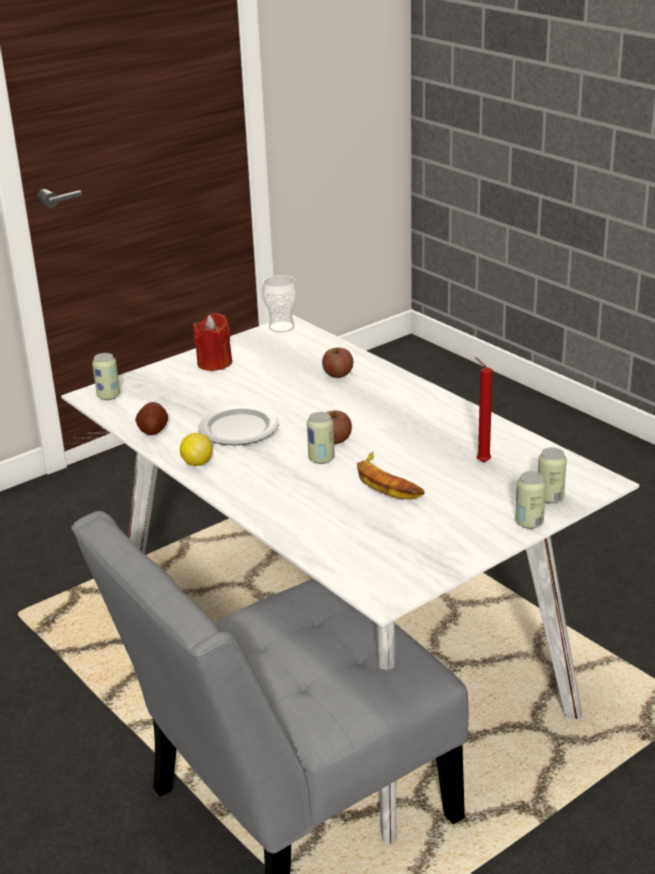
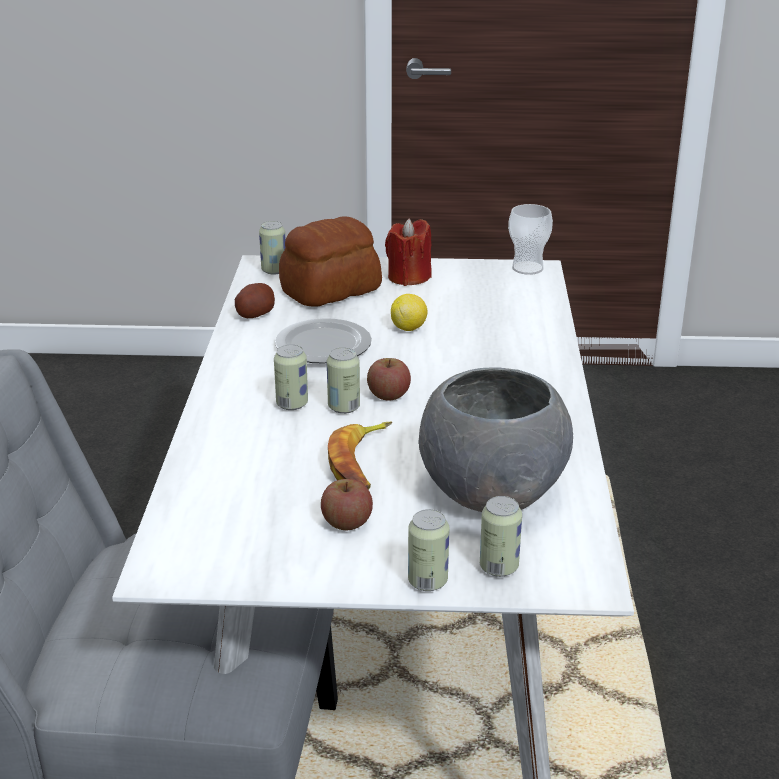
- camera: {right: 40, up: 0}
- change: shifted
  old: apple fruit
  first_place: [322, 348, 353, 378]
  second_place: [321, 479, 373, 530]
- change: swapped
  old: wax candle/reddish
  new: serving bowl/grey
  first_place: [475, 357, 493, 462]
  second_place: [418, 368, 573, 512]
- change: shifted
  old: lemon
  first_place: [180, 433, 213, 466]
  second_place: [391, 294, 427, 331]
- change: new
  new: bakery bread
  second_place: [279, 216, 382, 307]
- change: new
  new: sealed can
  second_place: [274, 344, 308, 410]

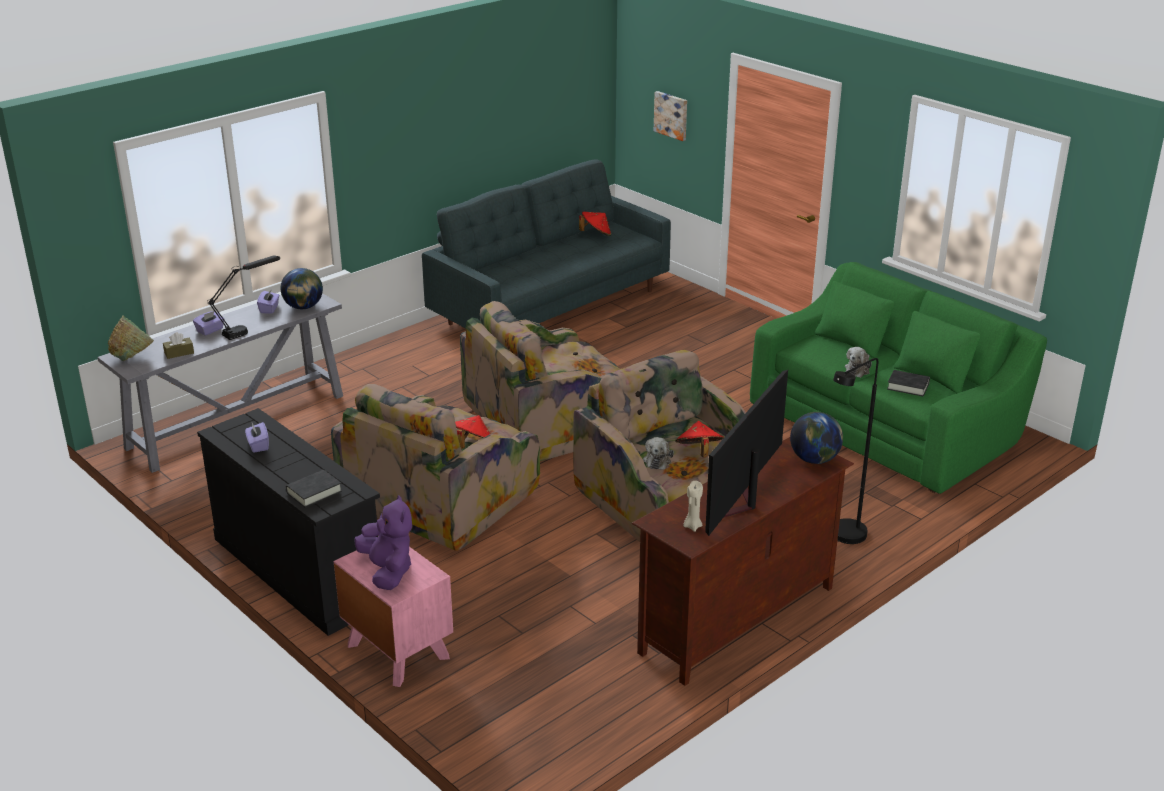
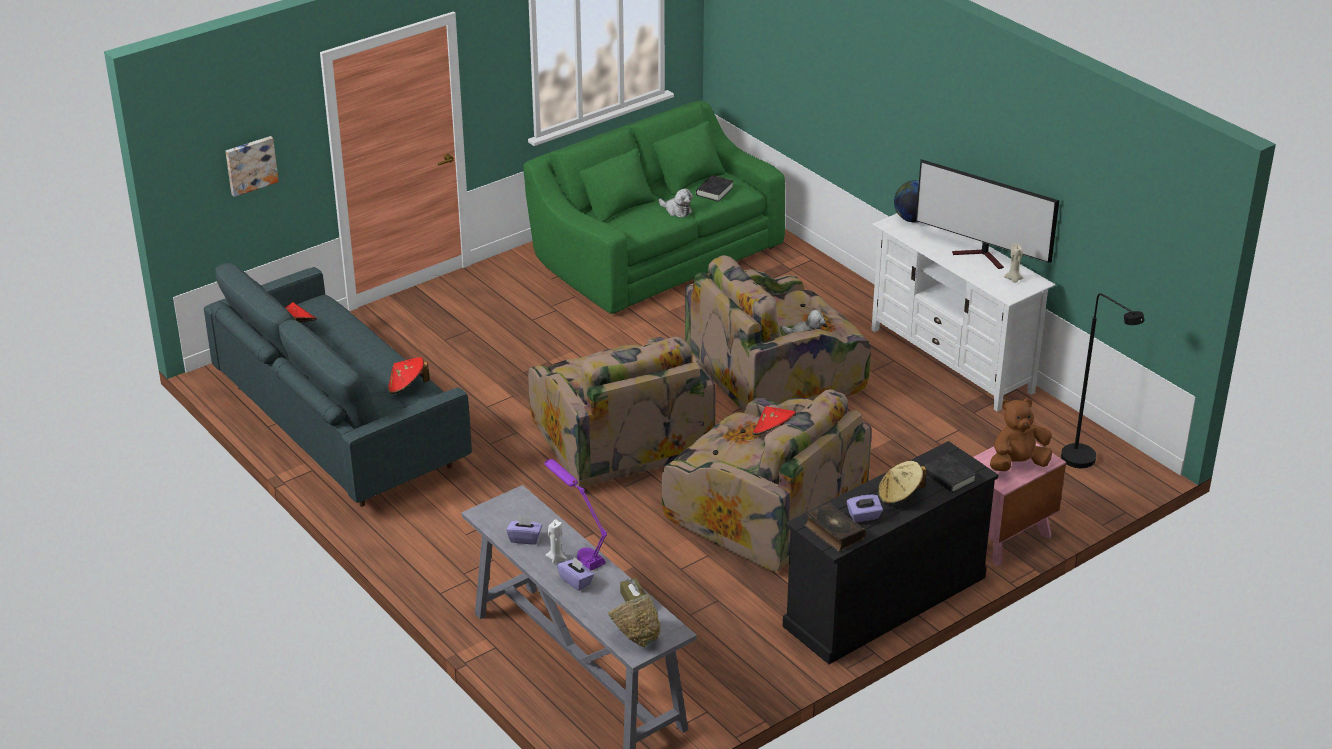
- camera: {right: -85, up: 5}
- change: repainted
  old: table lamp/black-coloured
  new: table lamp/purple
  first_place: [207, 256, 280, 340]
  second_place: [545, 459, 607, 570]
- change: gone
  old: world globe
  first_place: [281, 268, 323, 309]
- change: shifted
  old: standing lamp/black-coloured
  first_place: [833, 358, 878, 544]
  second_place: [1061, 293, 1144, 468]
- change: shifted
  old: clothing hat/reddish
  first_place: [675, 421, 724, 457]
  second_place: [388, 357, 430, 394]
- change: repainted
  old: media console/brown-coloured
  new: media console/white-coloured
  first_place: [632, 437, 854, 686]
  second_place: [871, 213, 1056, 412]
- change: repainted
  old: plush toy/purple
  new: plush toy/brown-coloured
  first_place: [355, 495, 412, 590]
  second_place: [990, 398, 1052, 471]
- change: new
  new: clothing hat/beige
  second_place: [878, 461, 927, 505]
- change: new
  new: book
  second_place: [805, 503, 866, 552]
- change: new
  new: wax candle/white-coloured
  second_place: [545, 519, 567, 563]

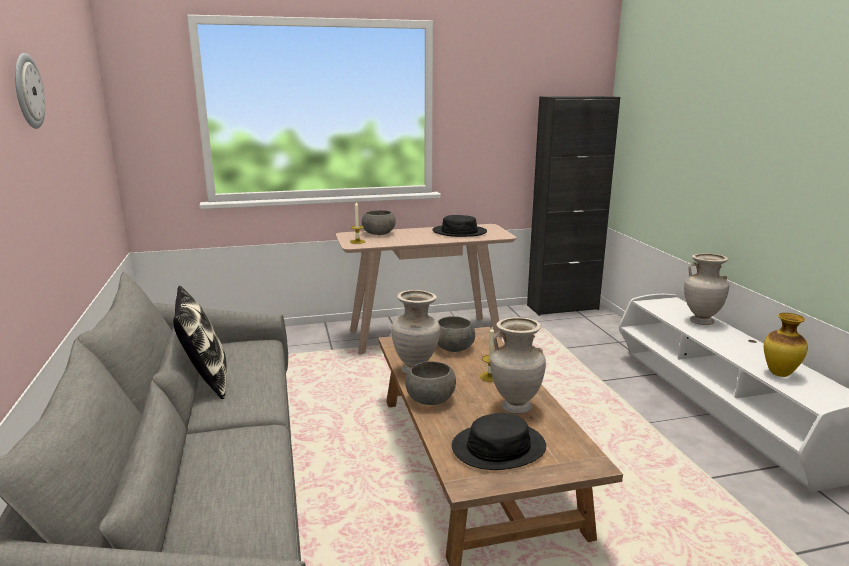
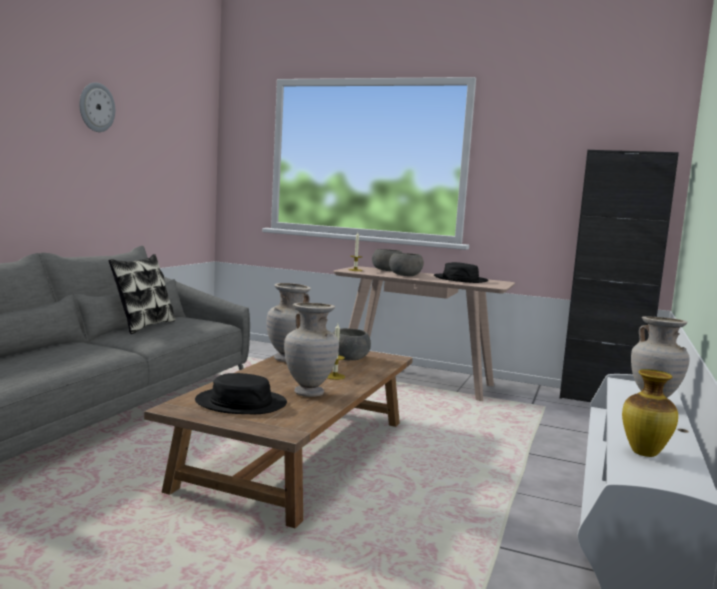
- camera: {right: 35, up: -10}
- change: shifted
  old: serving bowl/grey
  first_place: [406, 361, 456, 405]
  second_place: [389, 253, 424, 276]

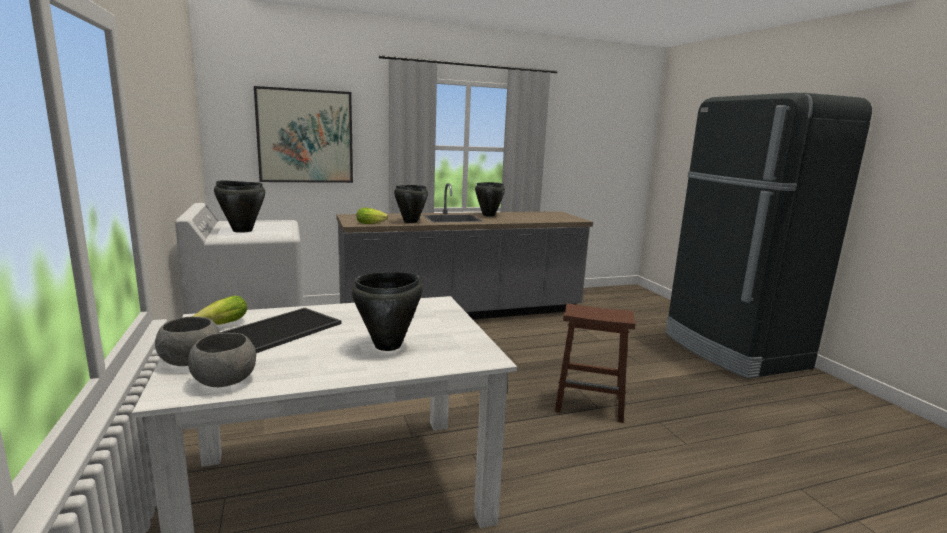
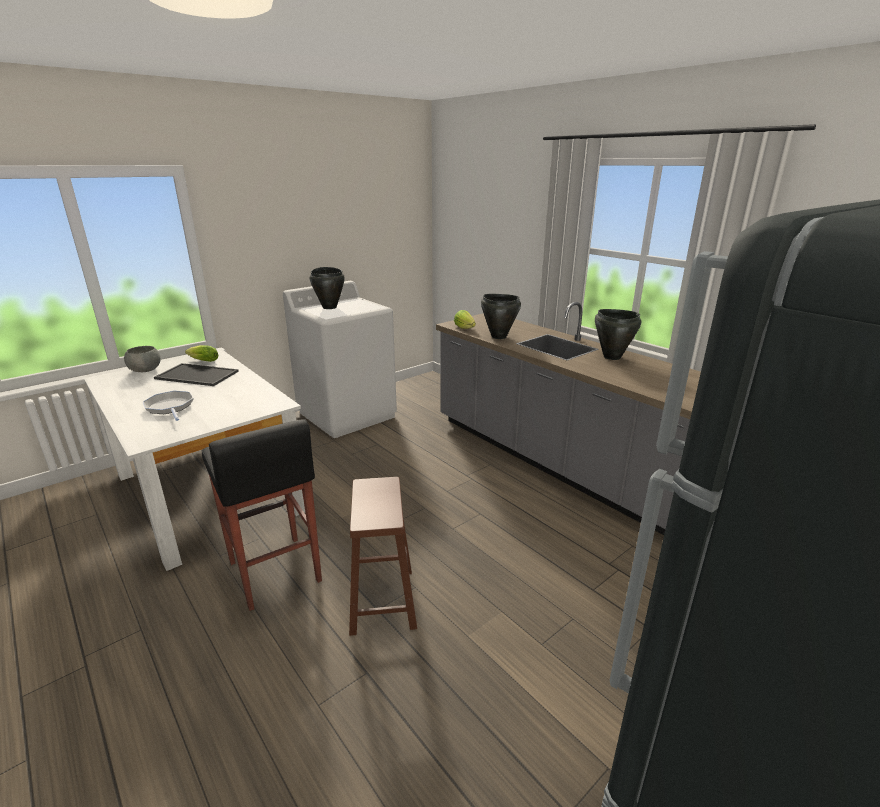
- camera: {right: 70, up: 10}
- change: gone
  old: wall art
  first_place: [254, 86, 353, 183]
- change: swapped
  old: stockpot/black-coloured
  new: pan
  first_place: [352, 272, 423, 351]
  second_place: [143, 391, 193, 421]
- change: gone
  old: serving bowl/grey
  first_place: [188, 333, 256, 387]
- change: new
  new: sitting stool/black-coloured
  second_place: [201, 420, 322, 611]

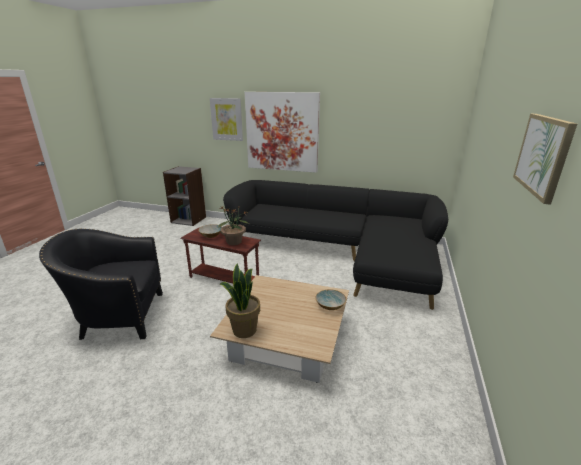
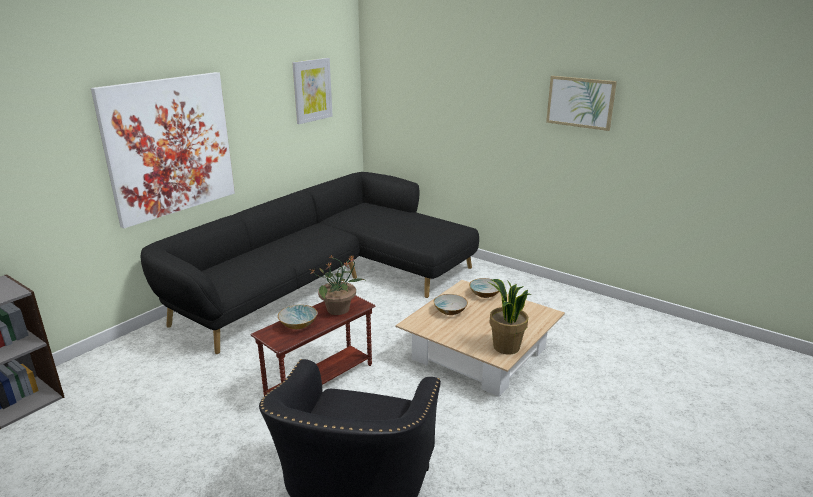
- camera: {right: -70, up: 0}
- change: shifted
  old: wall art
  first_place: [210, 98, 243, 141]
  second_place: [292, 58, 333, 124]
- change: new
  new: serving bowl
  second_place: [433, 294, 468, 315]

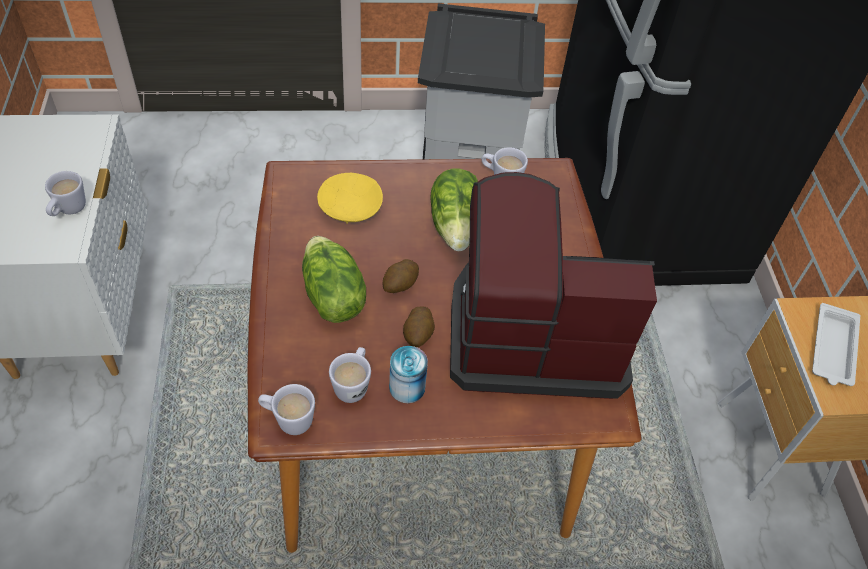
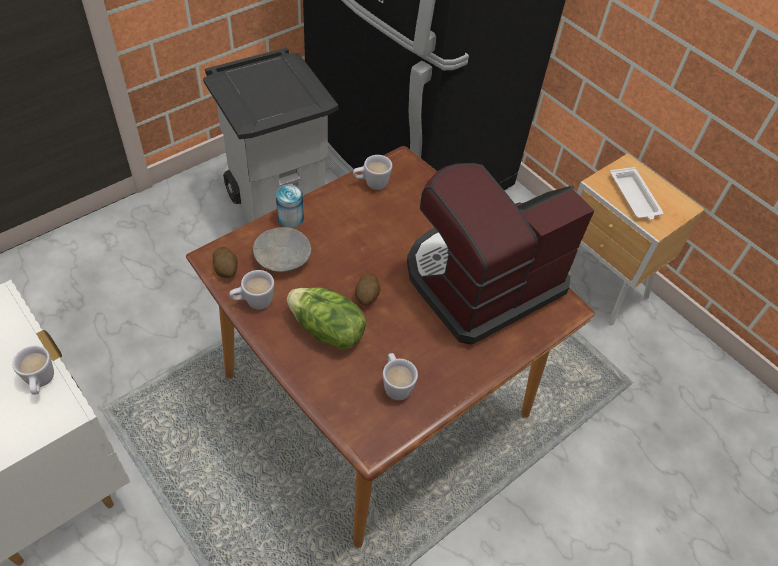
- camera: {right: -35, up: 0}
- change: gone
  old: lettuce
  first_place: [430, 168, 478, 251]
- change: repainted
  old: serving bowl/yellow
  new: serving bowl/grey
  first_place: [317, 173, 383, 224]
  second_place: [253, 227, 311, 272]
- change: shifted
  old: spud
  first_place: [403, 306, 435, 347]
  second_place: [213, 247, 238, 278]
- change: shifted
  old: sealed can
  first_place: [389, 346, 428, 403]
  second_place: [276, 184, 304, 228]
- change: shifted
  old: coffee mug/white-coloured
  first_place: [258, 384, 315, 435]
  second_place: [229, 270, 274, 309]

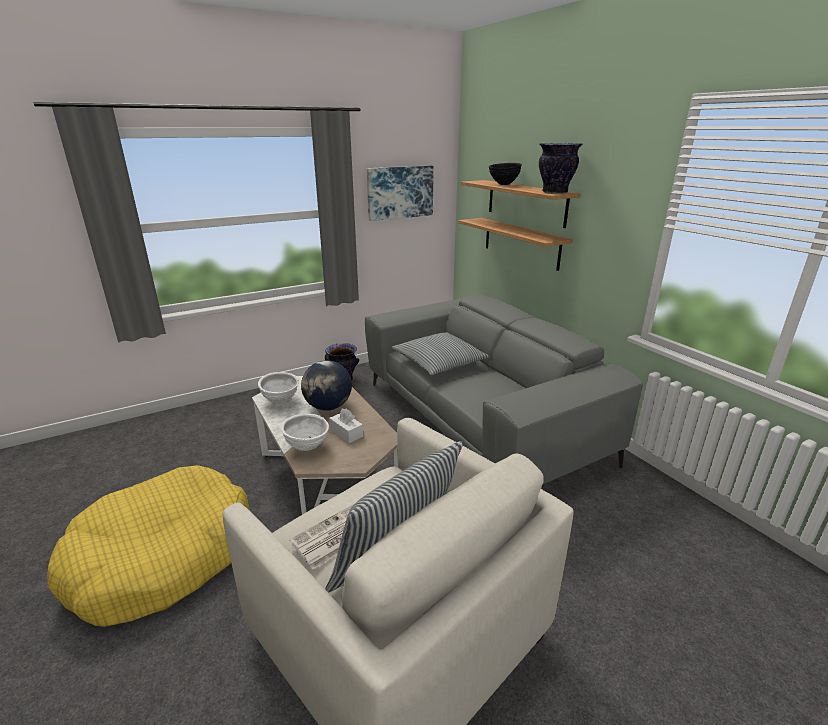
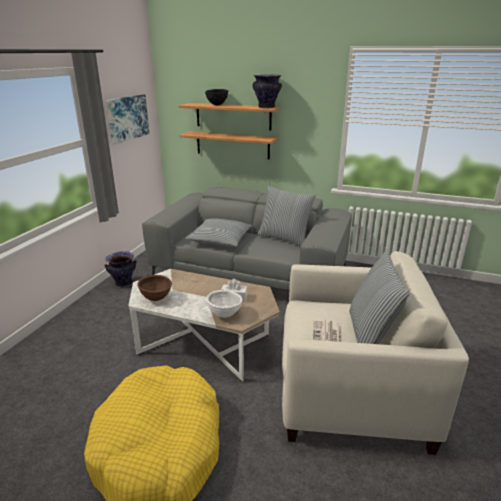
- camera: {right: -40, up: 0}
- change: gone
  old: world globe
  first_place: [301, 360, 352, 411]
- change: repainted
  old: serving bowl/white-coloured
  new: serving bowl/brown-coloured
  first_place: [258, 372, 299, 403]
  second_place: [137, 275, 172, 301]
- change: new
  new: pillow
  second_place: [257, 186, 316, 247]

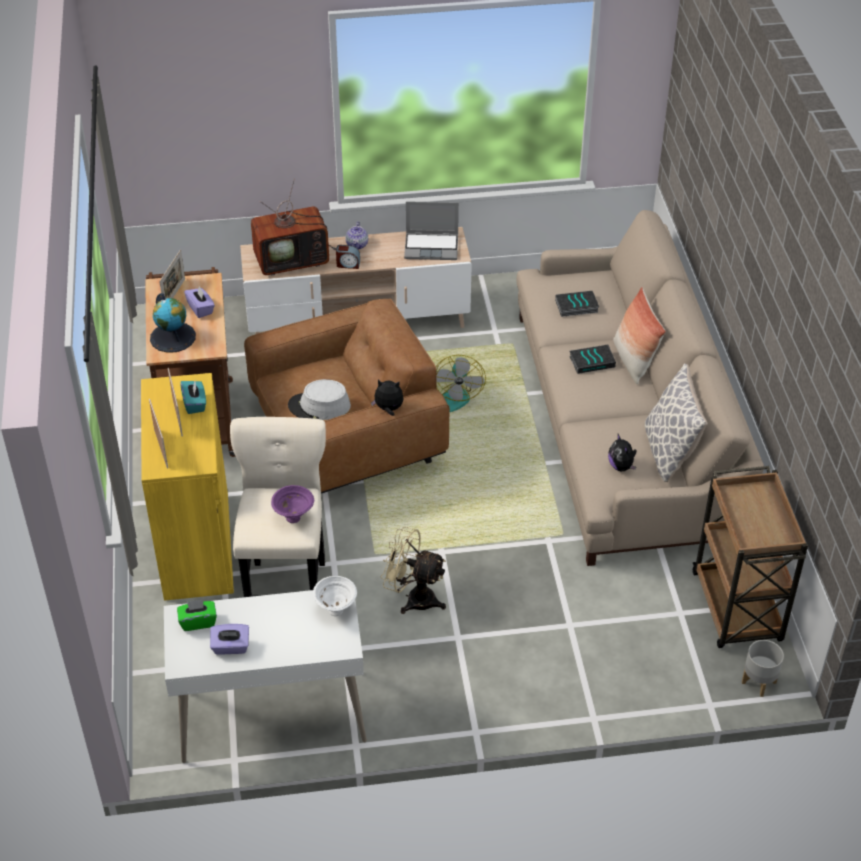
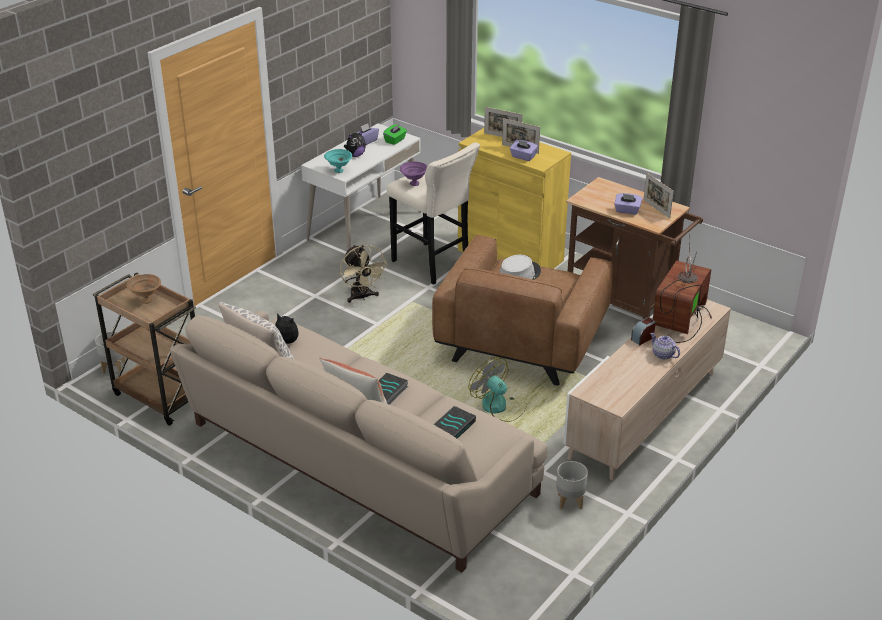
- camera: {right: 135, up: -10}
- change: gone
  old: laptop
  first_place: [404, 201, 459, 260]
- change: gone
  old: world globe
  first_place: [150, 293, 196, 353]
- change: shifted
  old: plush toy
  first_place: [371, 380, 404, 416]
  second_place: [344, 131, 366, 157]
- change: repainted
  old: tissue box/turquoise
  new: tissue box/purple
  first_place: [180, 381, 206, 414]
  second_place: [510, 139, 538, 161]
- change: rotated
  old: electric fan/beige
  first_place: [381, 527, 446, 614]
  second_place: [340, 245, 388, 303]
  degrees: 90
- change: repainted
  old: serving bowl/white-coloured
  new: serving bowl/turquoise
  first_place: [313, 576, 357, 616]
  second_place: [324, 149, 352, 173]
- change: new
  new: serving bowl/brown-coloured
  second_place: [126, 274, 161, 304]
- change: new
  new: flower pot/grey
  second_place: [556, 461, 588, 510]

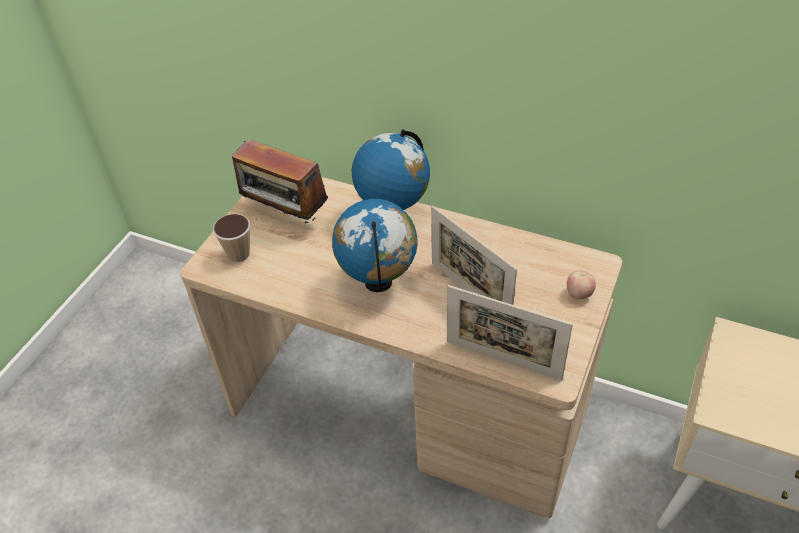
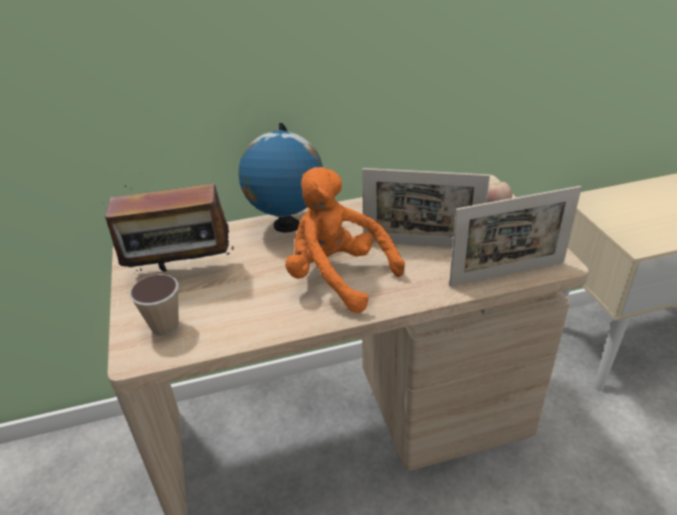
- camera: {right: -40, up: -10}
- change: swapped
  old: world globe
  new: plush toy/orange-coloured
  first_place: [332, 199, 418, 292]
  second_place: [285, 167, 405, 313]

